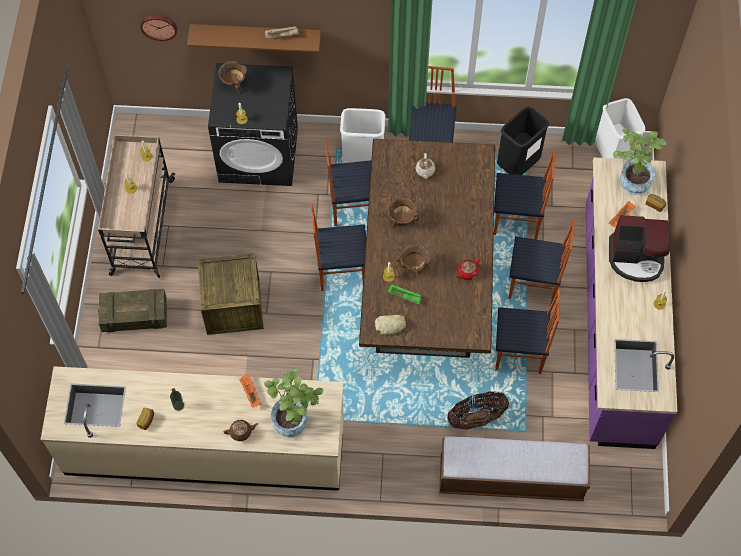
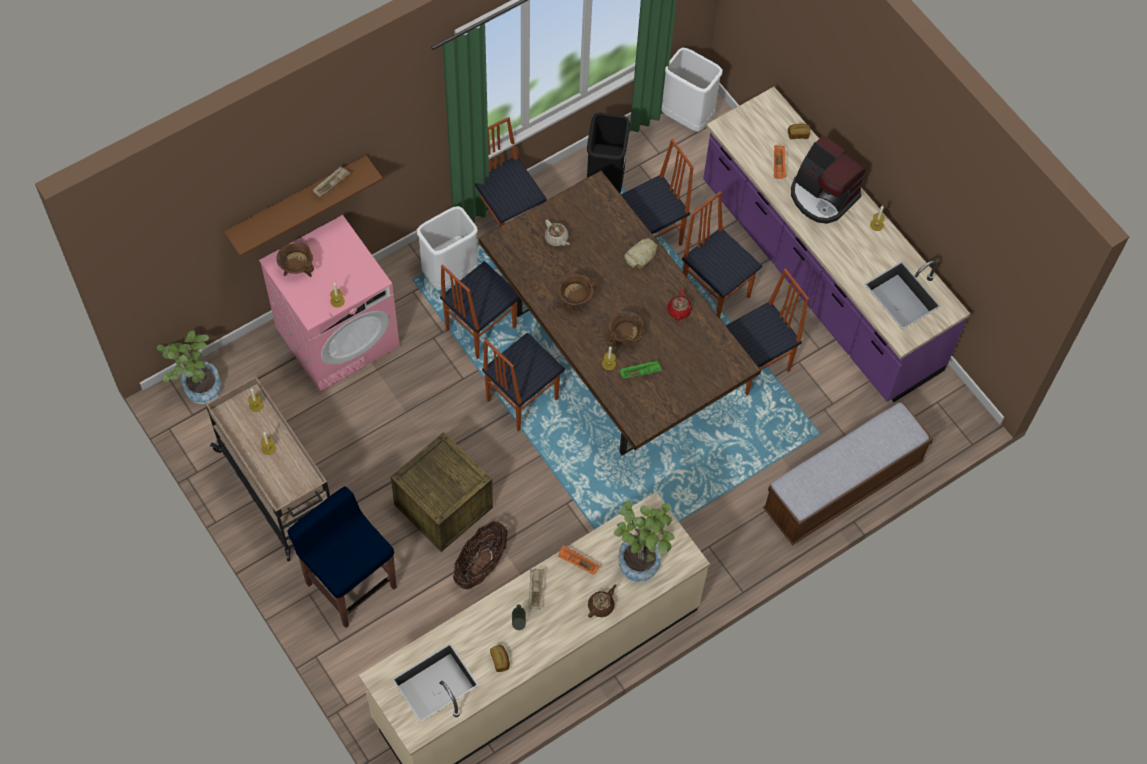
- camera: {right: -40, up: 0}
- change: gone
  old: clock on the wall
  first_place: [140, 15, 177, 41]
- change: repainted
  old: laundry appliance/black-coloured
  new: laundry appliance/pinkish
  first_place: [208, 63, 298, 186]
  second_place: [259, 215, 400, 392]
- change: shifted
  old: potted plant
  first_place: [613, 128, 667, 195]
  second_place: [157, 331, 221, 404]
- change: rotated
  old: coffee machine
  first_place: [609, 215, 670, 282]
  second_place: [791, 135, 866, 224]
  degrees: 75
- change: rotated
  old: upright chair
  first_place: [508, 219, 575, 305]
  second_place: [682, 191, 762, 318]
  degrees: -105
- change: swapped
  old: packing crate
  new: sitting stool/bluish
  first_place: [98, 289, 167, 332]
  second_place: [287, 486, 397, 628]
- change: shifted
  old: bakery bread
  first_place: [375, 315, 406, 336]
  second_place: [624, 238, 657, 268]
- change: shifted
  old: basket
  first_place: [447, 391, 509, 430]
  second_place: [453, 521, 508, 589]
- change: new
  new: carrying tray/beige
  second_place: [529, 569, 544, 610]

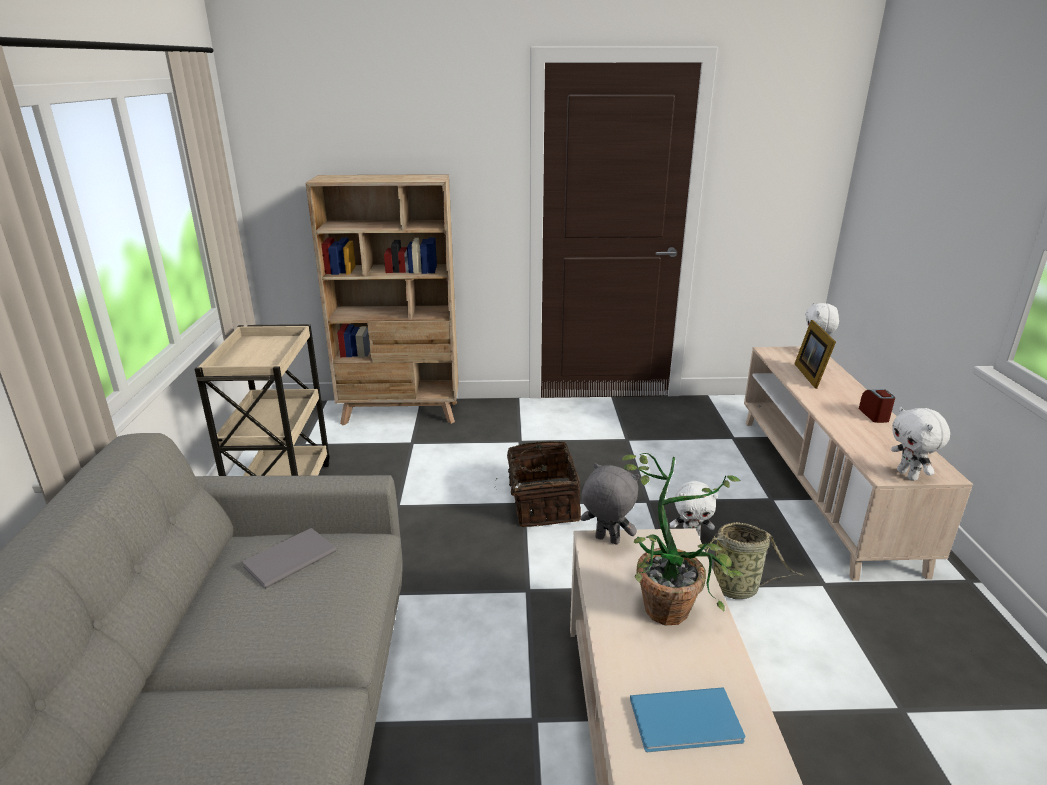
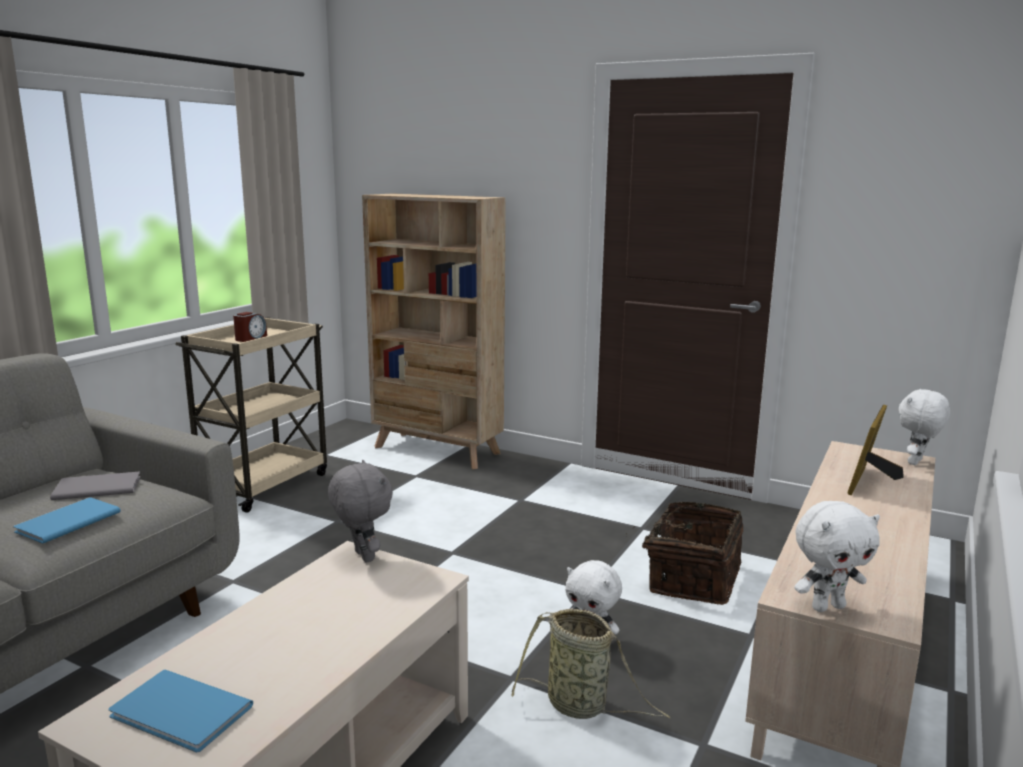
- camera: {right: 30, up: -10}
- change: shifted
  old: bedside clock
  first_place: [859, 389, 895, 423]
  second_place: [233, 312, 267, 342]
- change: rotated
  old: plush toy/white-coloured
  first_place: [891, 407, 950, 481]
  second_place: [794, 501, 880, 612]
  degrees: -120
- change: shifted
  old: basket
  first_place: [496, 441, 581, 527]
  second_place: [626, 502, 743, 605]
- change: gone
  old: potted plant
  first_place: [622, 453, 743, 626]
- change: new
  new: book/bluish
  second_place: [13, 497, 121, 544]

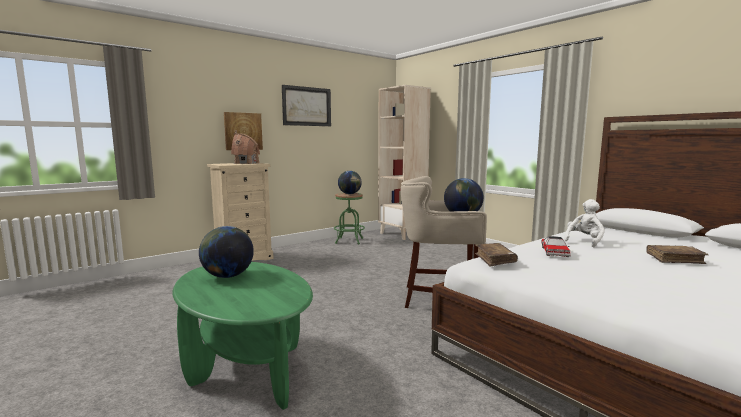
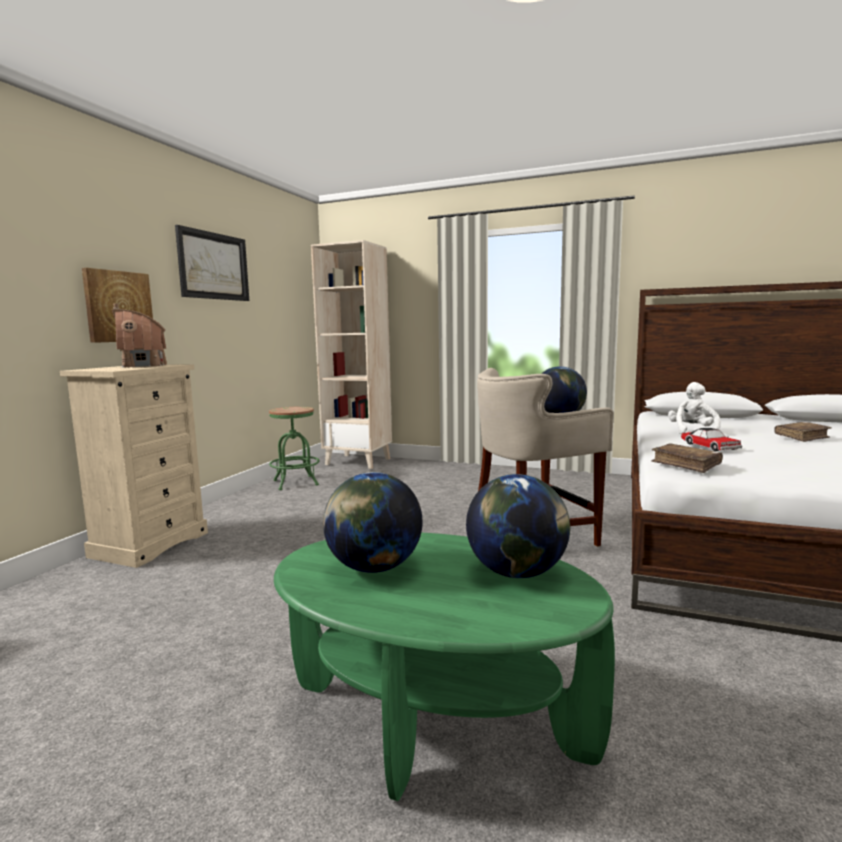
- camera: {right: -30, up: 0}
- change: shifted
  old: world globe
  first_place: [338, 171, 362, 194]
  second_place: [466, 474, 570, 578]

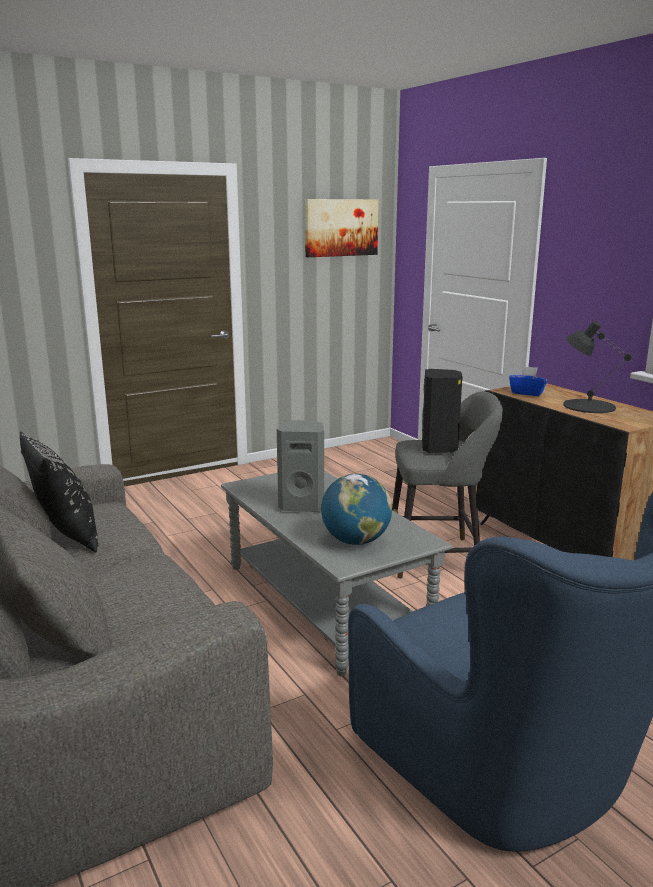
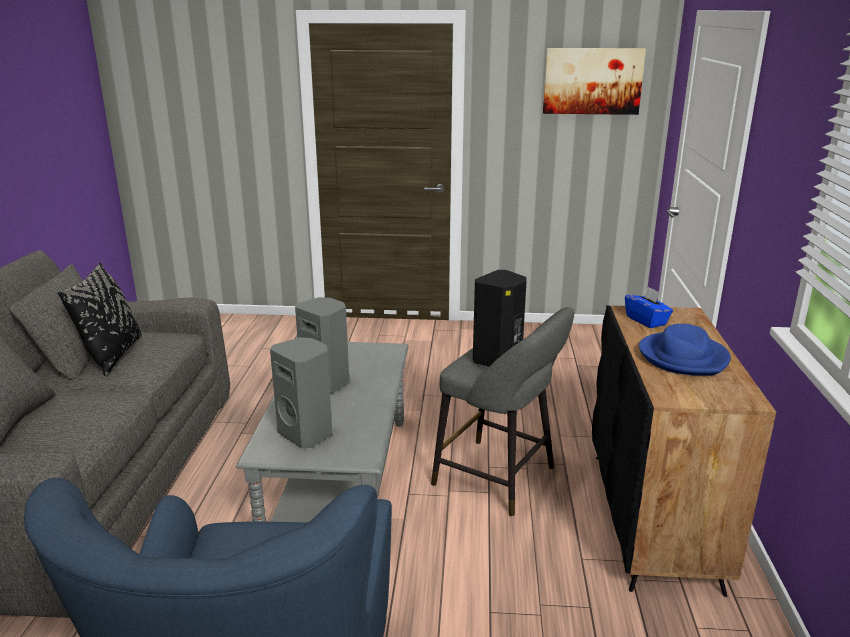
- camera: {right: 35, up: 5}
- change: swapped
  old: table lamp/black-coloured
  new: clothing hat/bluish
  first_place: [563, 321, 632, 413]
  second_place: [639, 324, 731, 376]
- change: swapped
  old: world globe
  new: loudspeaker/grey
  first_place: [321, 474, 392, 545]
  second_place: [270, 337, 332, 448]

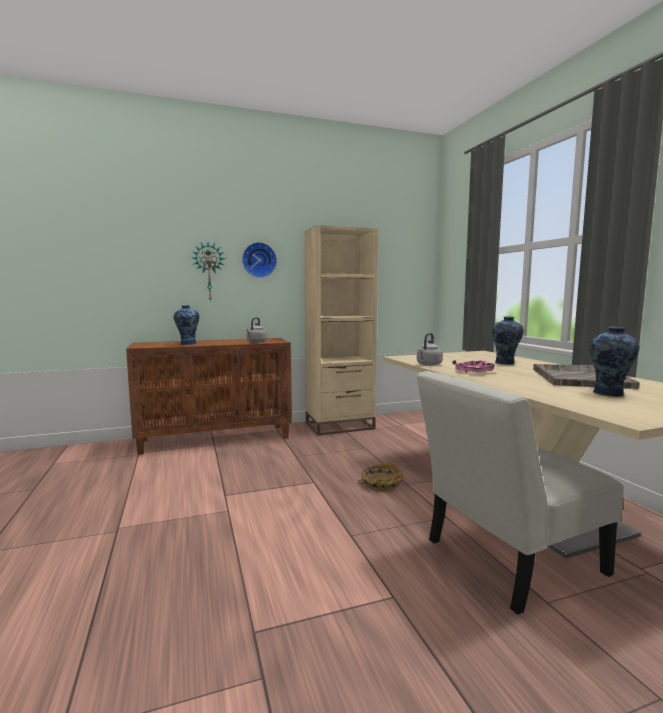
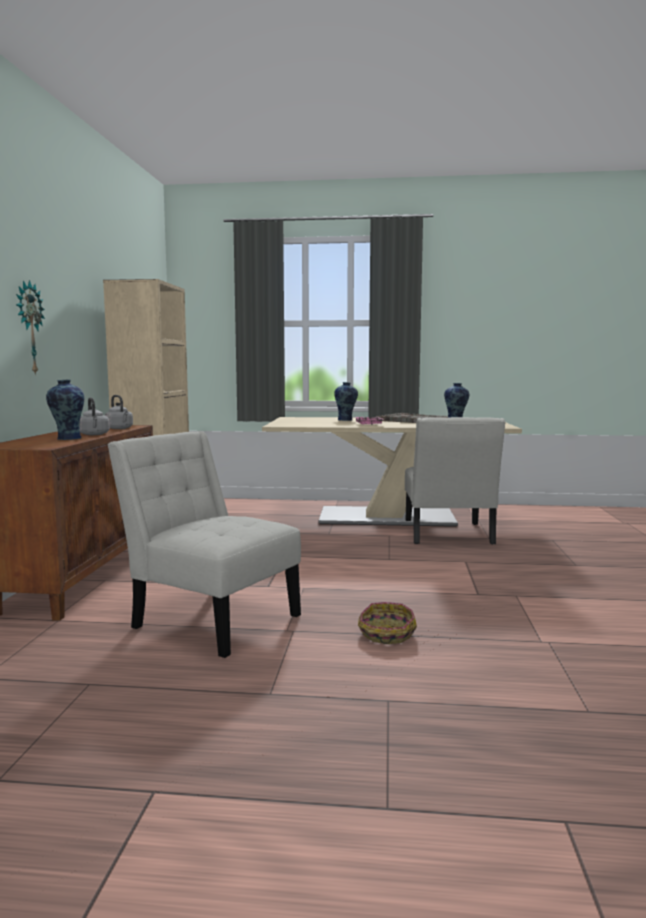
- camera: {right: -65, up: 0}
- change: gone
  old: clock on the wall
  first_place: [242, 242, 277, 278]
- change: shifted
  old: kettle/grey
  first_place: [417, 333, 443, 366]
  second_place: [80, 398, 110, 435]
- change: shifted
  old: basket
  first_place: [357, 462, 404, 491]
  second_place: [358, 602, 417, 644]
- change: new
  new: upright chair/white-coloured
  second_place: [107, 431, 301, 658]

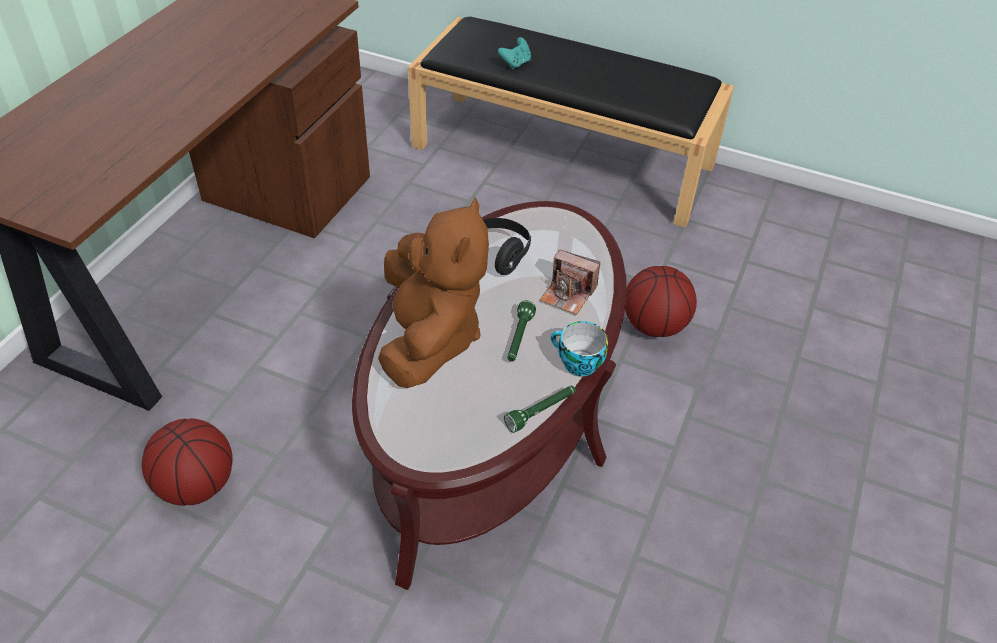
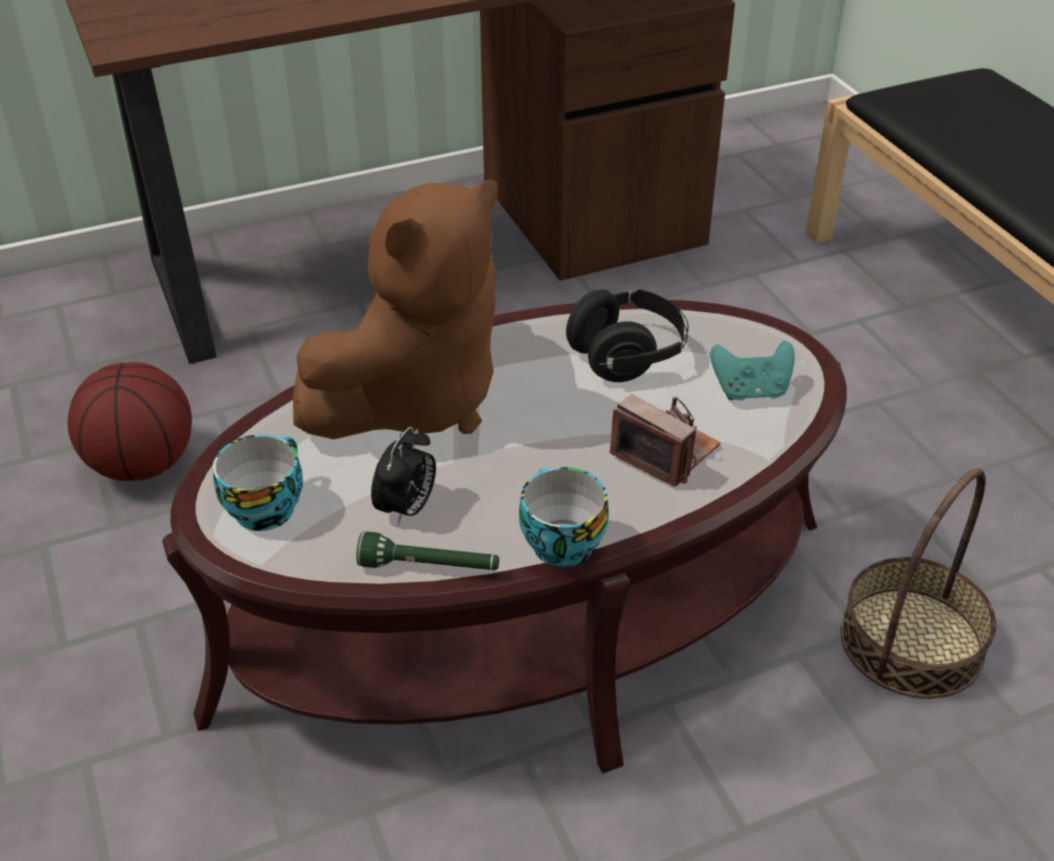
- camera: {right: 45, up: -5}
- change: shifted
  old: game controller/turquoise
  first_place: [498, 37, 531, 69]
  second_place: [710, 341, 795, 400]
- change: rotated
  old: still camera
  first_place: [540, 250, 600, 315]
  second_place: [610, 394, 721, 487]
  degrees: 150
- change: swapped
  old: ball for basketball
  new: basket
  first_place: [625, 266, 697, 337]
  second_place: [840, 468, 996, 699]
- change: gone
  old: flashlight/greenish
  first_place: [507, 301, 536, 362]
- change: new
  new: bedside clock
  second_place: [371, 427, 436, 526]
- change: new
  new: small cup
  second_place: [213, 434, 303, 531]

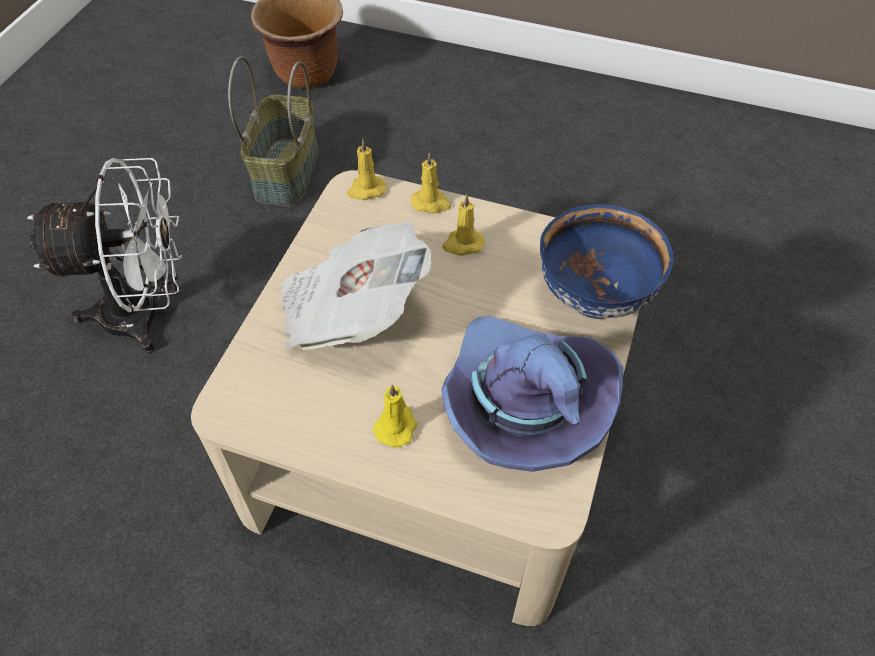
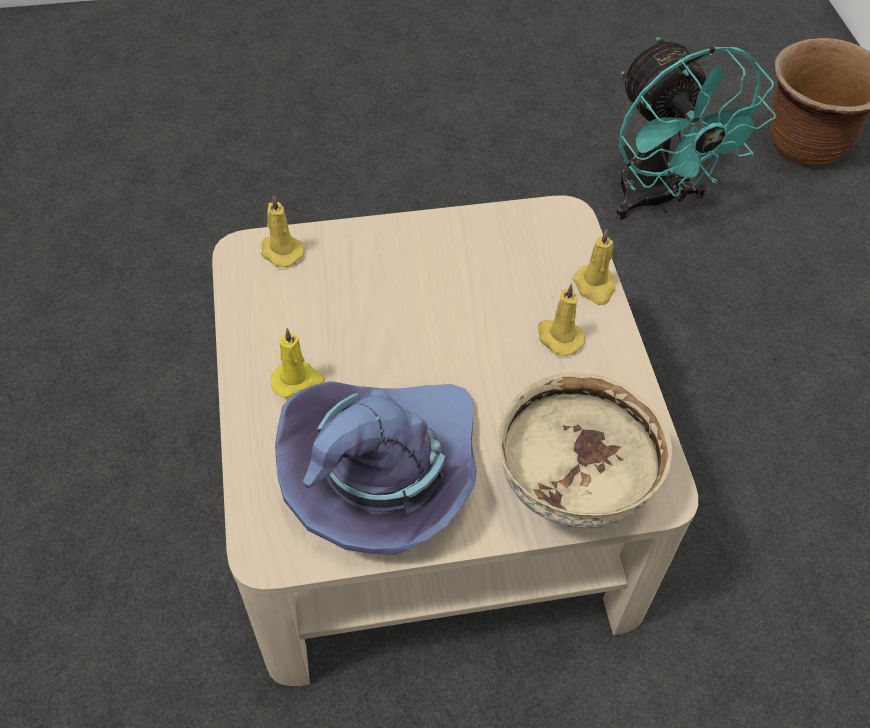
- camera: {right: 60, up: 0}
- change: swapped
  old: basket
  new: electric fan/turquoise
  first_place: [228, 56, 319, 206]
  second_place: [616, 37, 776, 219]
- change: shifted
  old: wax candle/yellow
  first_place: [347, 139, 386, 200]
  second_place: [261, 195, 305, 267]
- change: gone
  old: electric fan/white-coloured
  first_place: [27, 158, 183, 353]
- change: repainted
  old: serving bowl/bluish
  new: serving bowl/beige
  first_place: [540, 204, 674, 319]
  second_place: [498, 372, 672, 529]
- change: gone
  old: daily paper
  first_place: [280, 222, 432, 350]

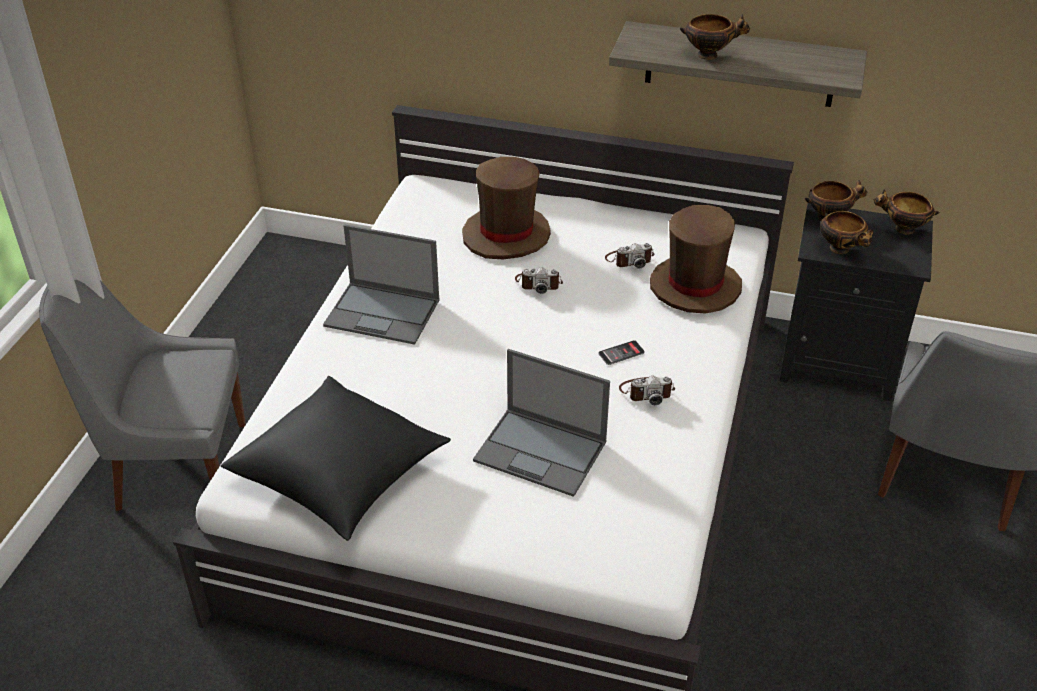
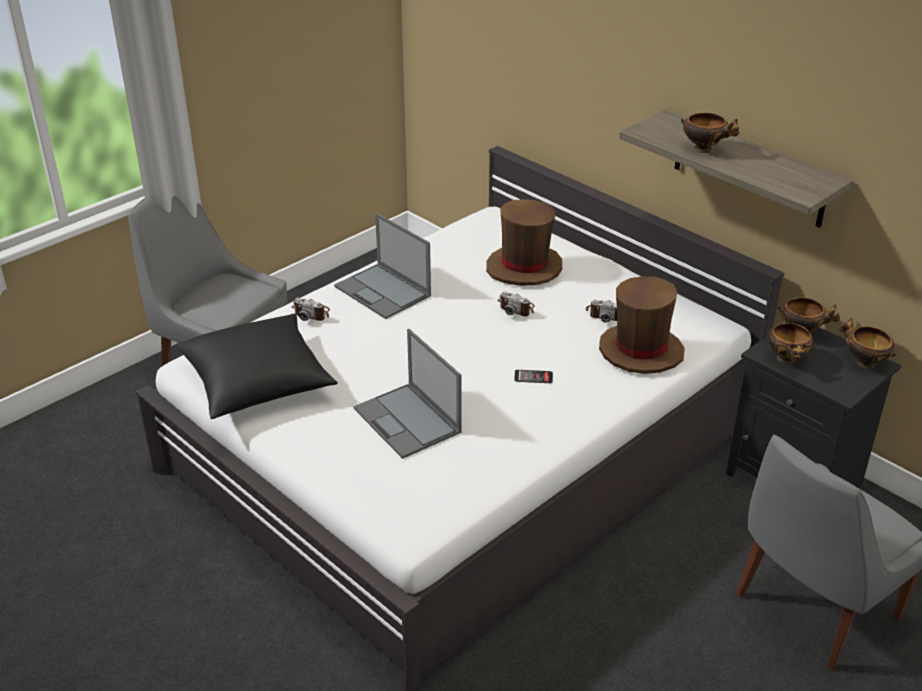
- camera: {right: 30, up: -5}
- change: shifted
  old: still camera
  first_place: [619, 376, 675, 405]
  second_place: [292, 298, 330, 321]

